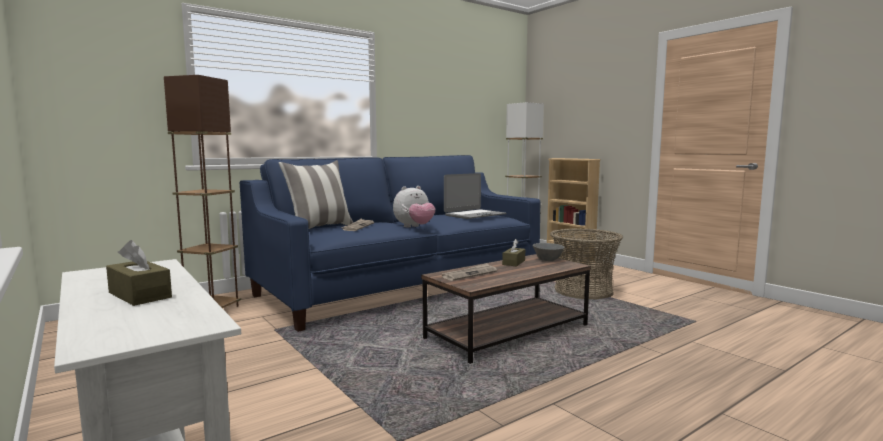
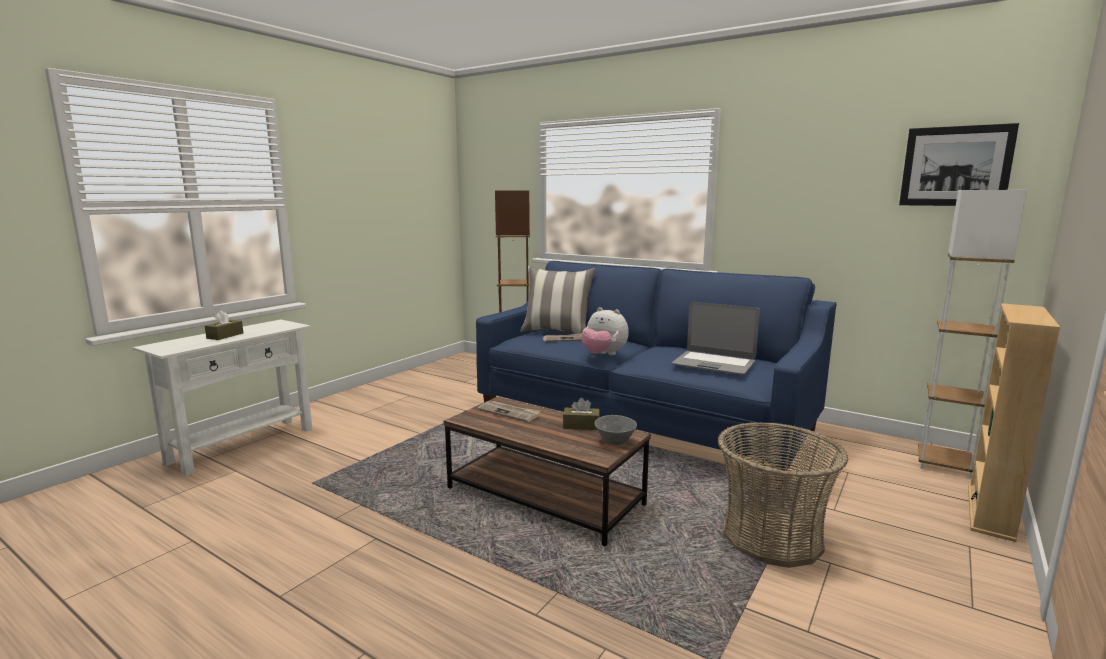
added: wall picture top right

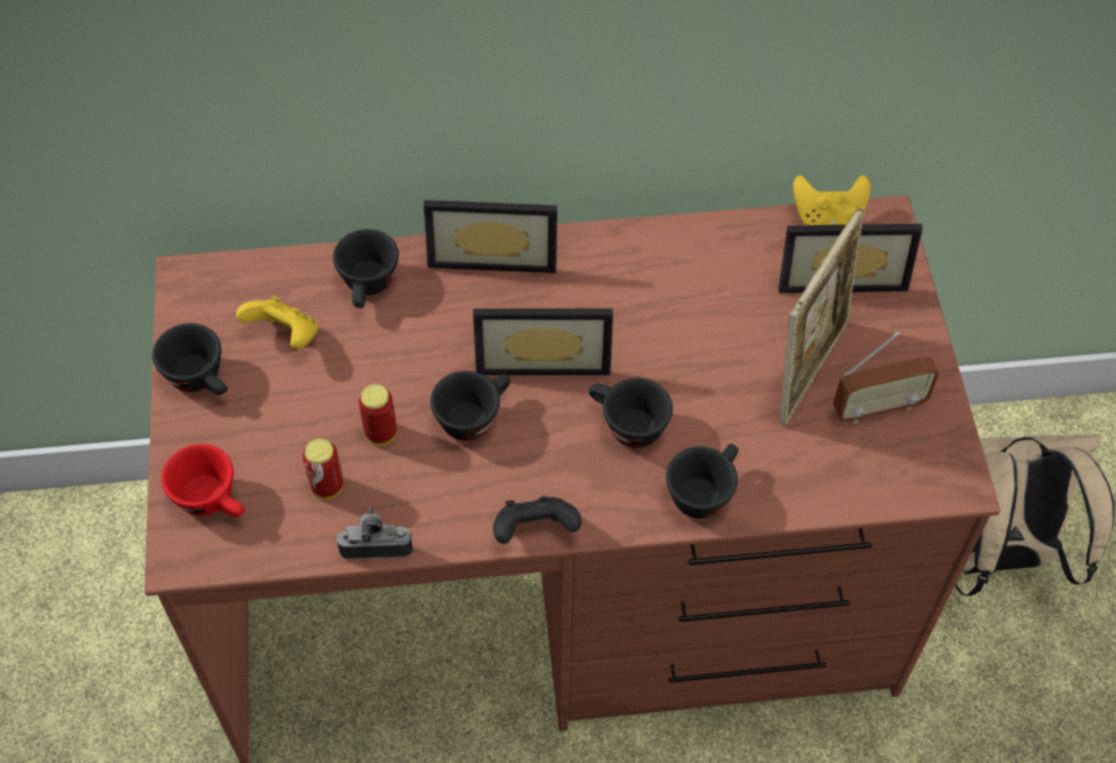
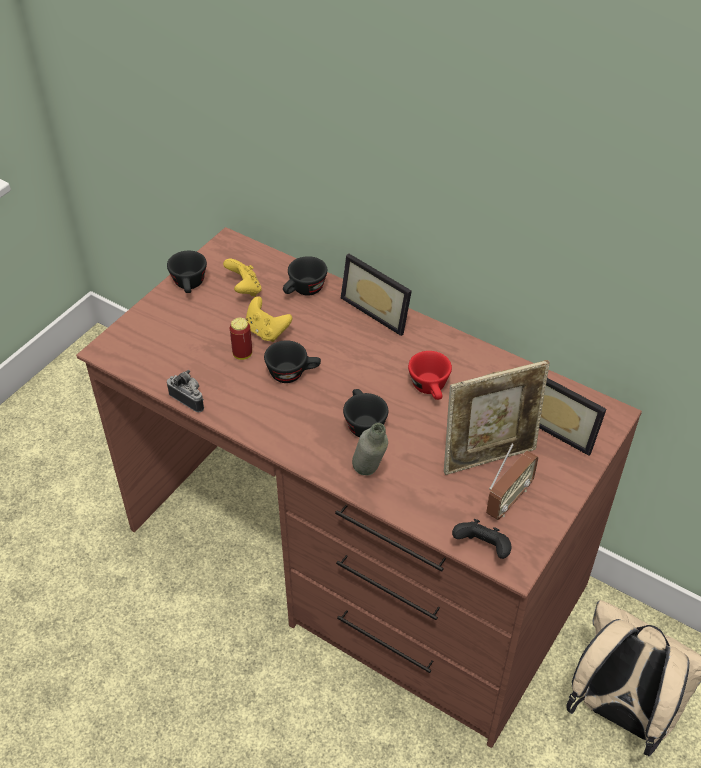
removed: can (1st from left) middle left; picture frame (2nd from left) centre
moved: yellow-coloured game controller (2nd from left) top right to centre; red-coloured small cup middle left to centre; blackish game controller bottom centre to bottom right
replaced: blackish small cup (5th from left) centre to greyish bottle centre
turned: radio middle right = middle right 75 degrees counterclockwise

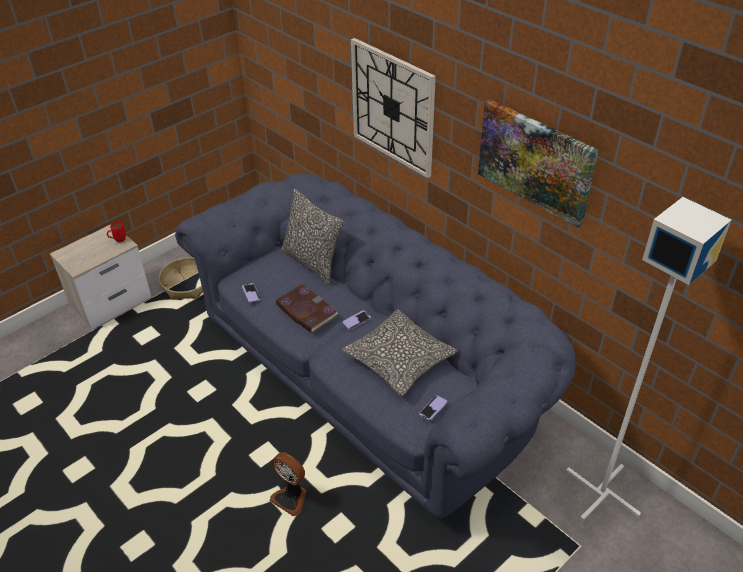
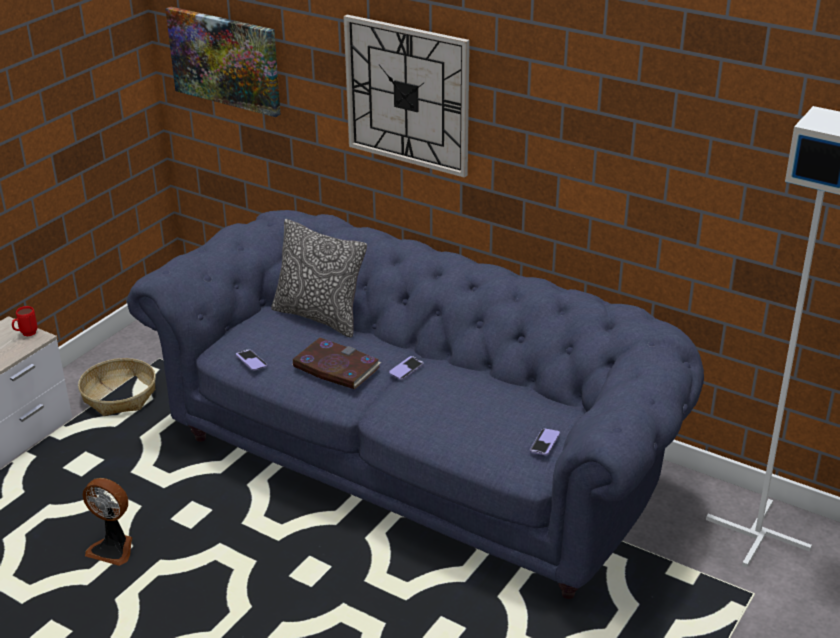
removed: throw pillow (2nd from left) centre
moved: cooling fan bottom centre to bottom left; wall picture top right to top left

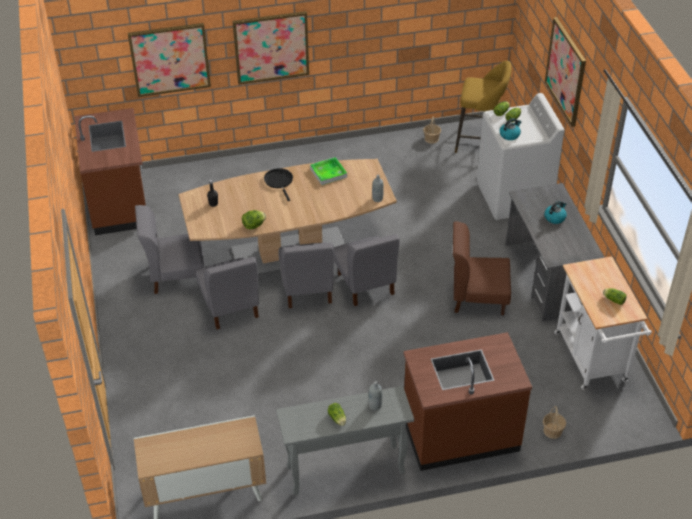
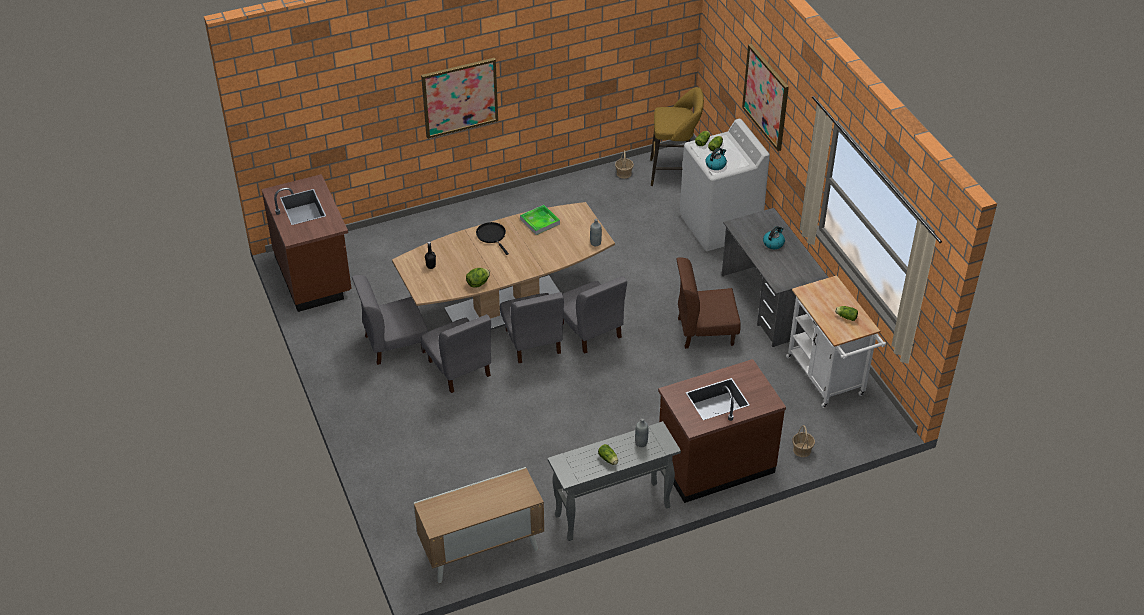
removed: wall picture (1st from left) top left

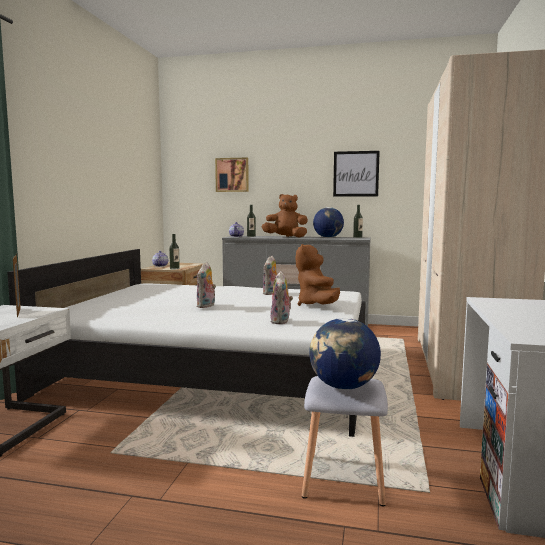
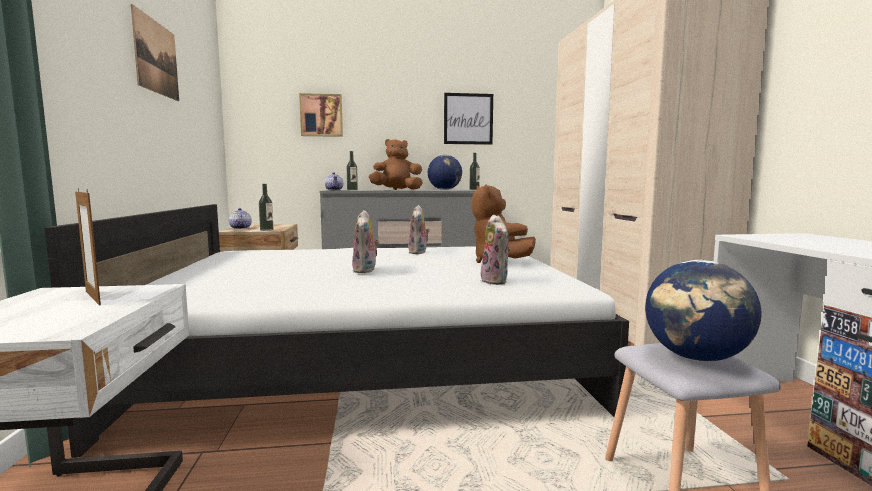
added: wall picture (1st from left) top left

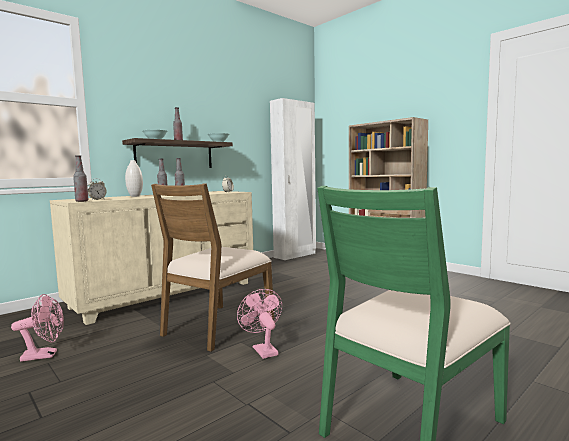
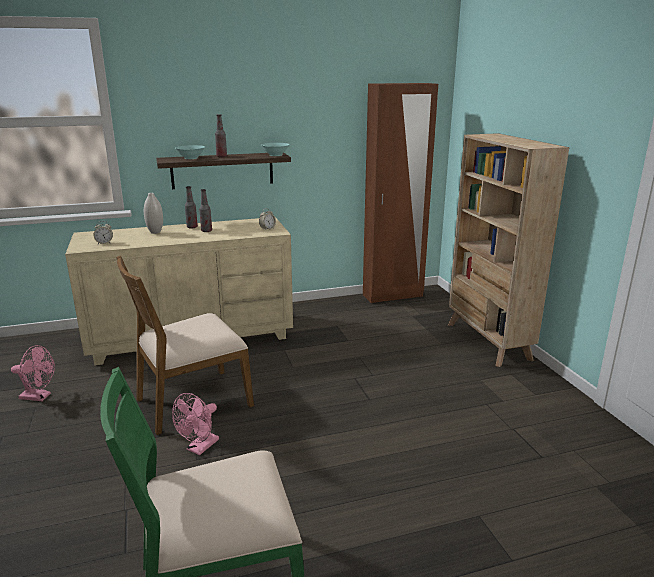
removed: bottle (1st from left) middle left
recoloured: white-coloured armoire centre to brownish armoire centre
turned: pink-coloured cooling fan (2nd from left) bottom centre = bottom left 150 degrees counterclockwise

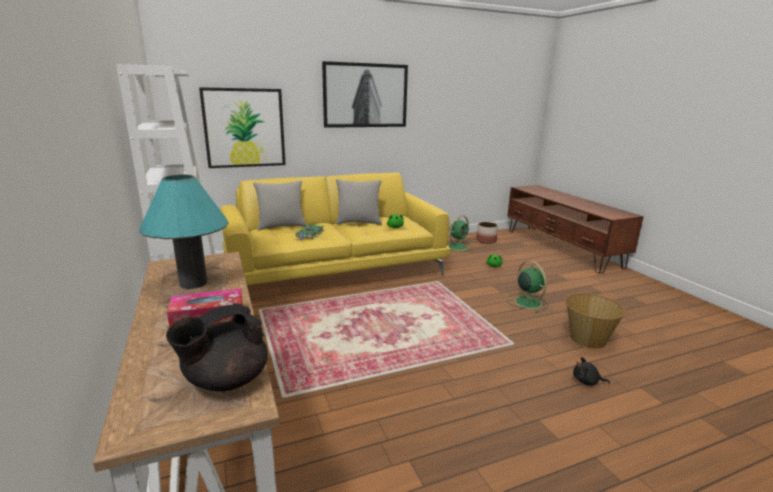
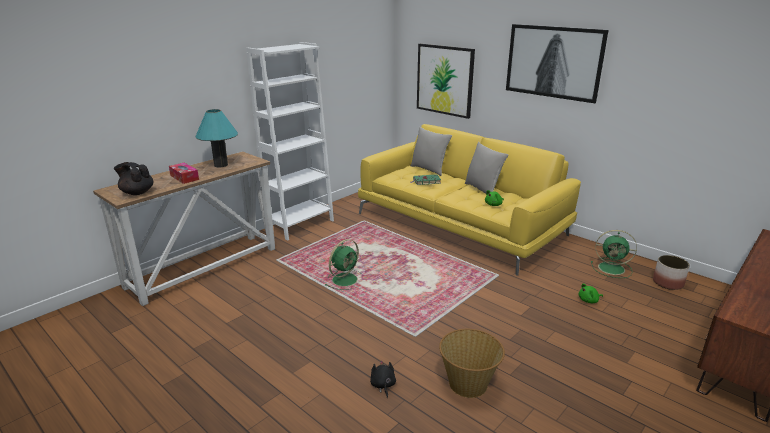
moved: green-coloured cooling fan (2nd from left in the first image) middle right to green-coloured cooling fan (1st from left) centre

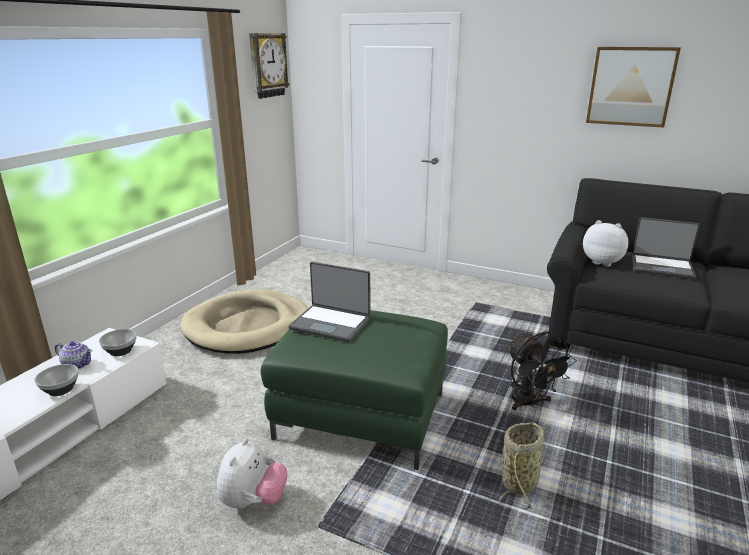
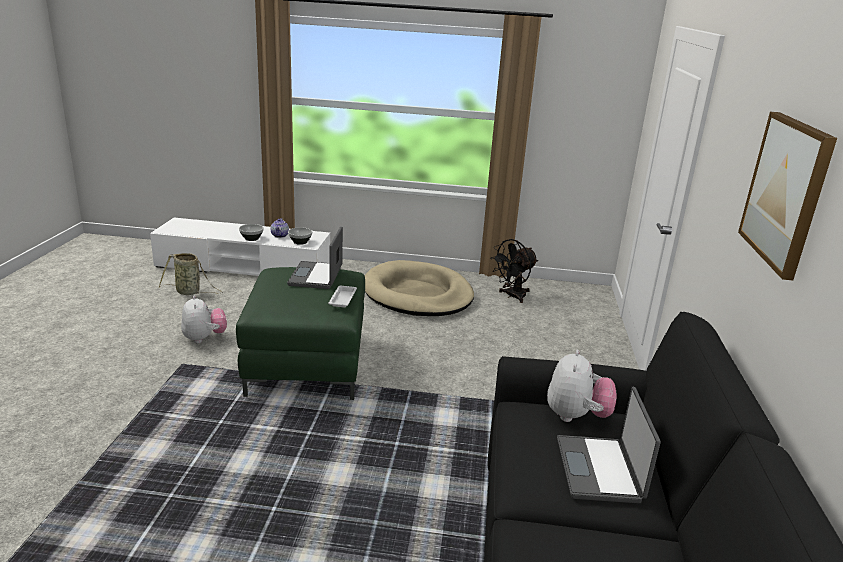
removed: clock on the wall top centre
added: white-coloured tray centre
moved: household basket bottom right to middle left; blackish cooling fan bottom right to centre
turned: soft toy (1st from left) bottom centre = middle left 105 degrees counterclockwise

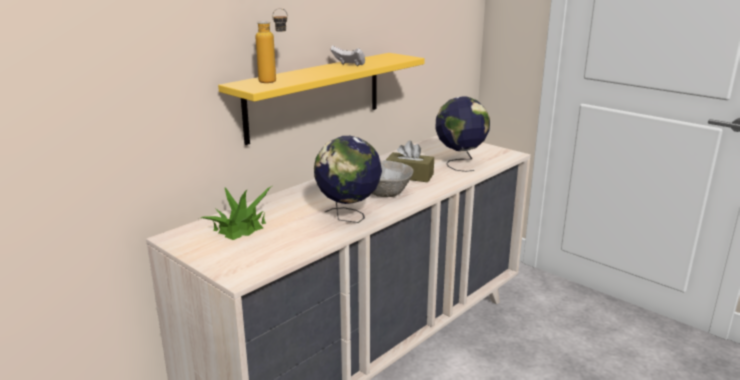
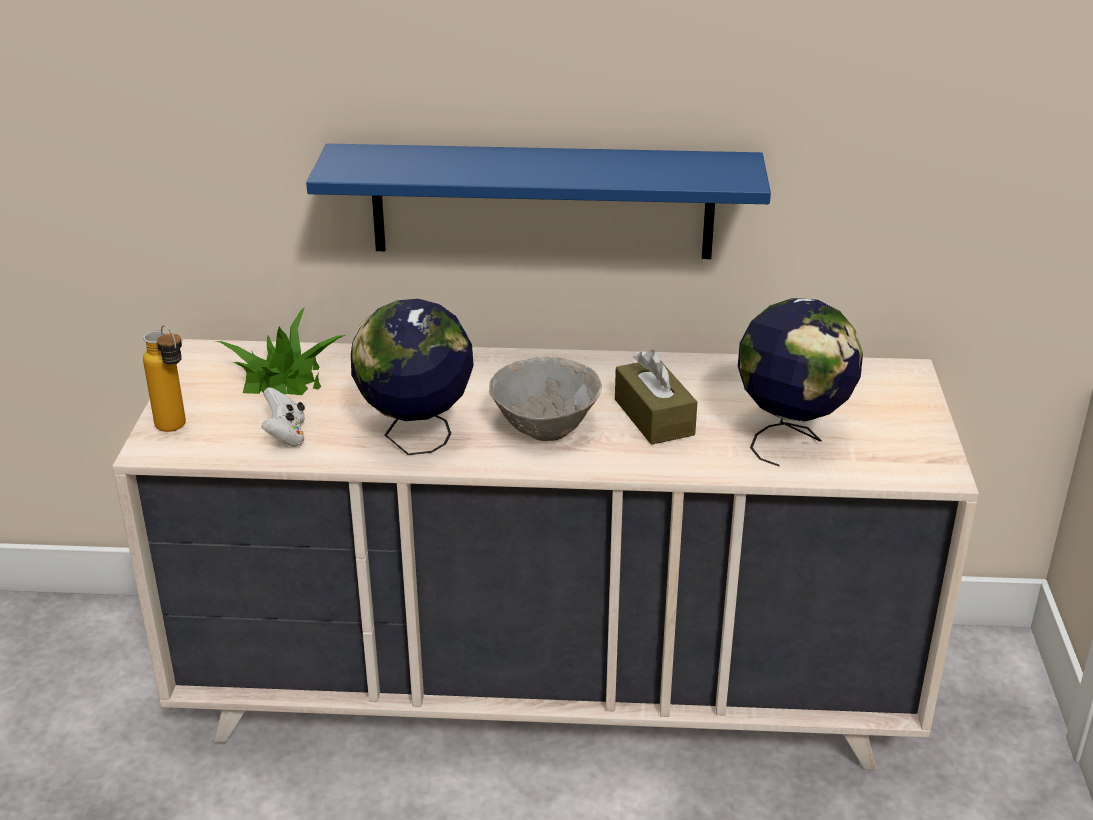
moved: bottle top centre to middle left; white-coloured game controller top centre to middle left
recoloured: yellow-coloured wall shelf top centre to blue-coloured wall shelf top centre

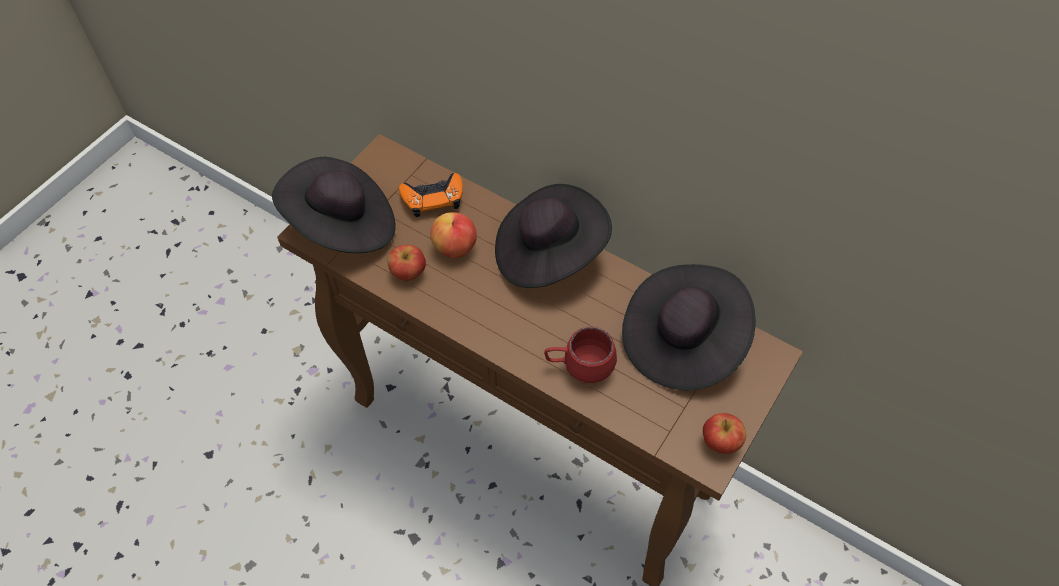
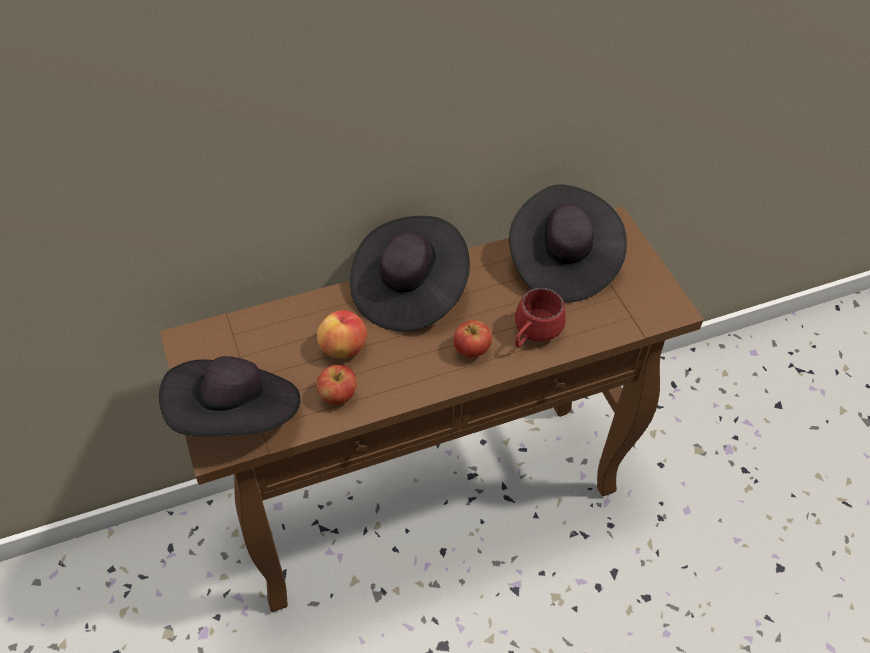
removed: orange-coloured game controller top centre
moved: whole apple (3rd from left) bottom right to centre

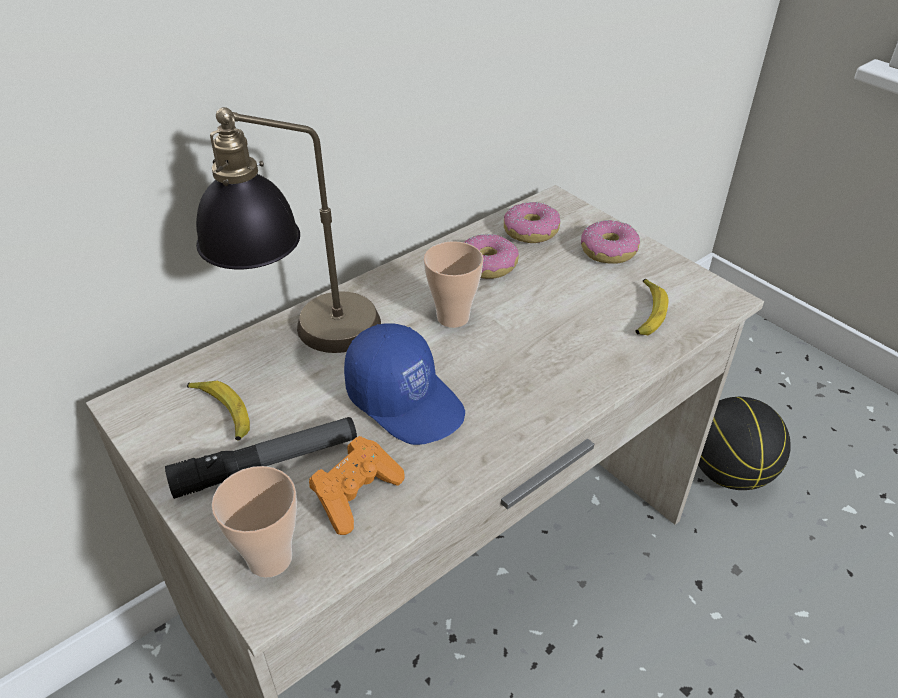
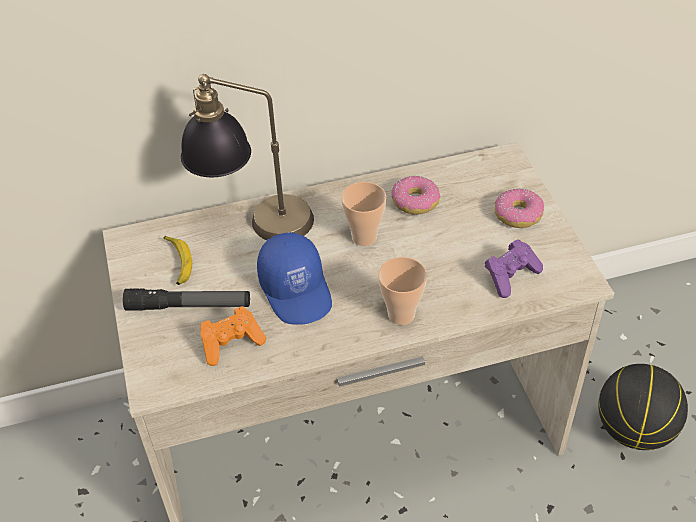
removed: ring doughnut (2nd from left) top centre
moved: small cup (1st from left in the first image) bottom left to small cup (2nd from left) centre
replaced: whole banana (2nd from left) middle right to purple game controller middle right

